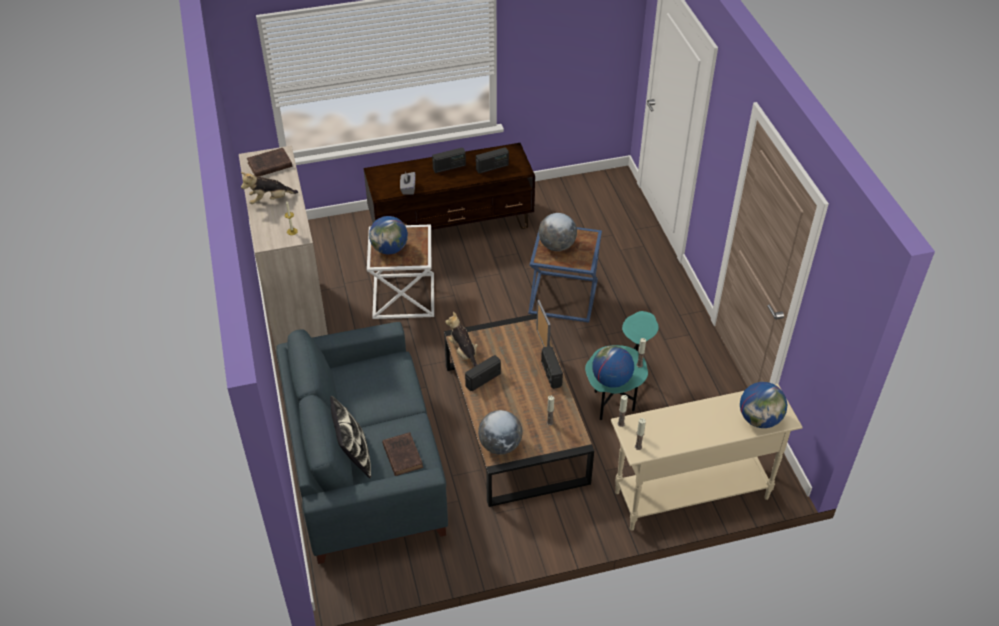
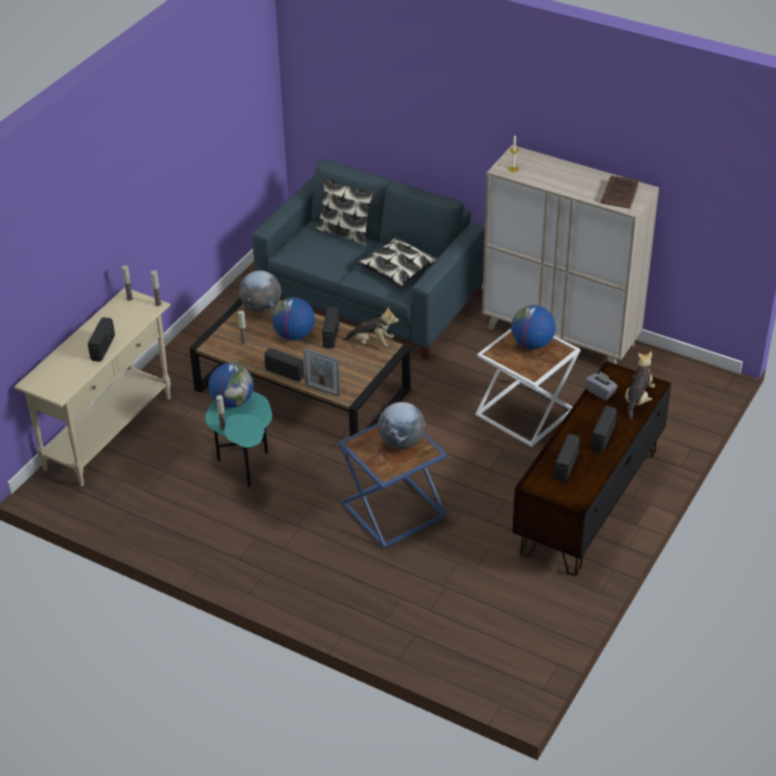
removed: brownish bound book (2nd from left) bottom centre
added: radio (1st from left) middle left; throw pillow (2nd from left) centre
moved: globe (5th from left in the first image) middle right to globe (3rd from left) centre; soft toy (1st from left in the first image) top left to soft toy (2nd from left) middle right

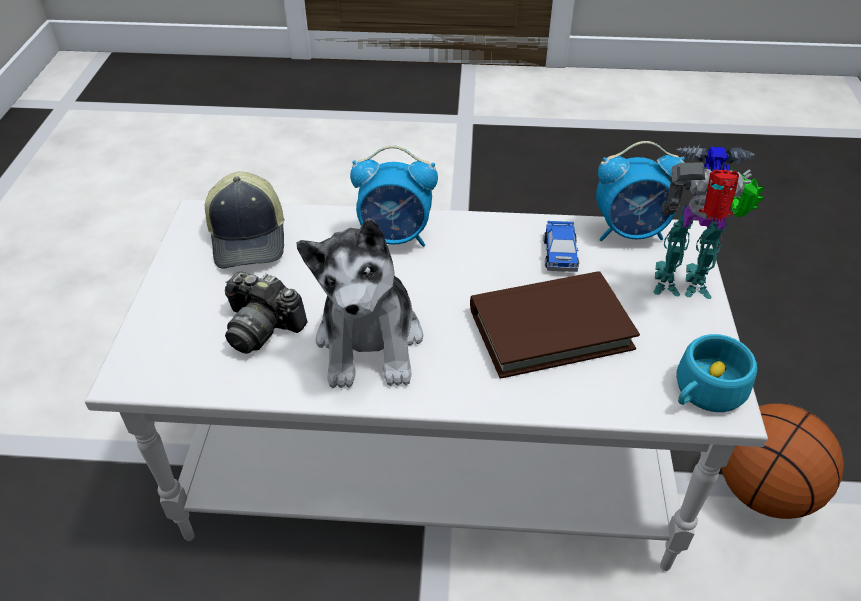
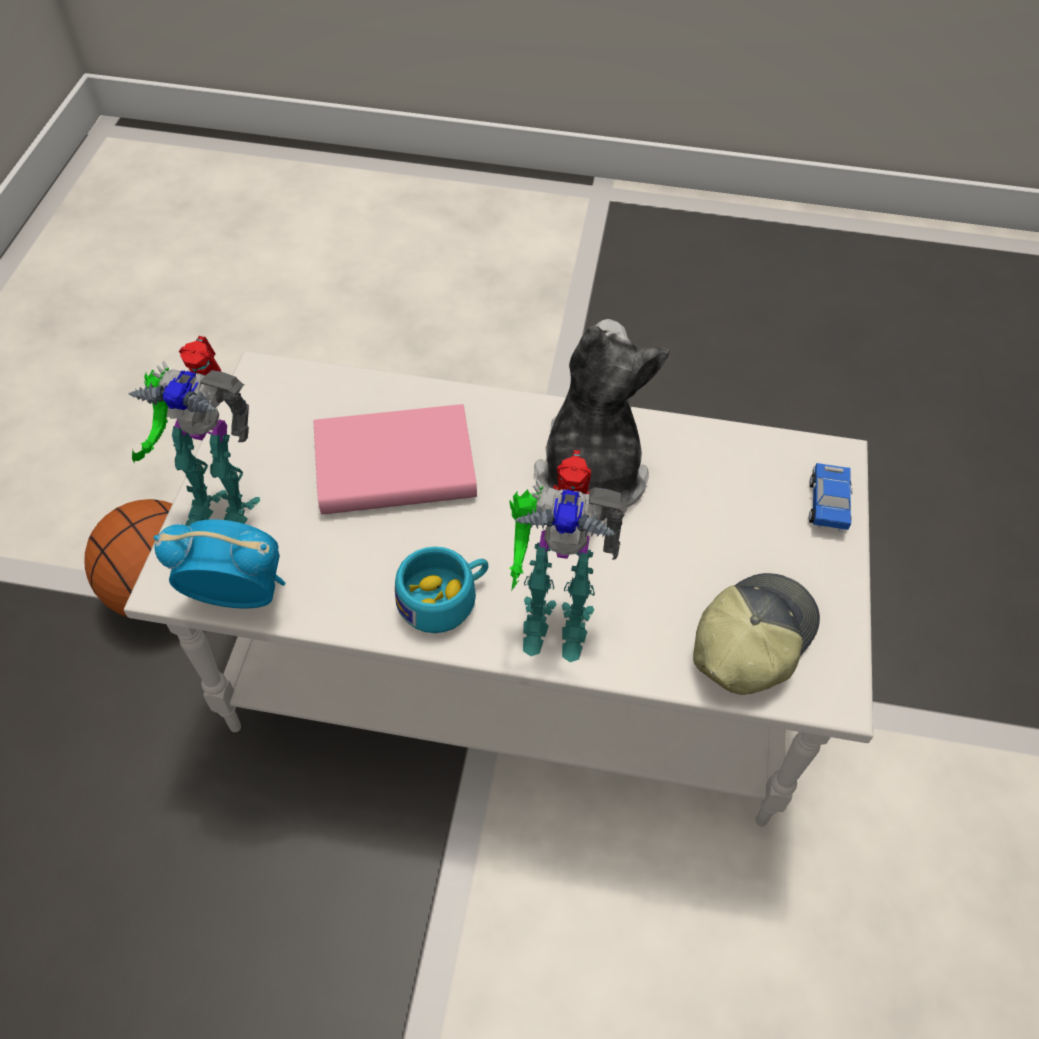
removed: still camera middle left
moved: turquoise-coloured small cup middle right to centre; miniature car centre to middle right
replaced: bedside clock (1st from left) top centre to toy robot (2nd from left) centre
recoloured: brownish bound book centre to pink-coloured bound book centre
turned: peaked cap middle left = middle right 45 degrees clockwise

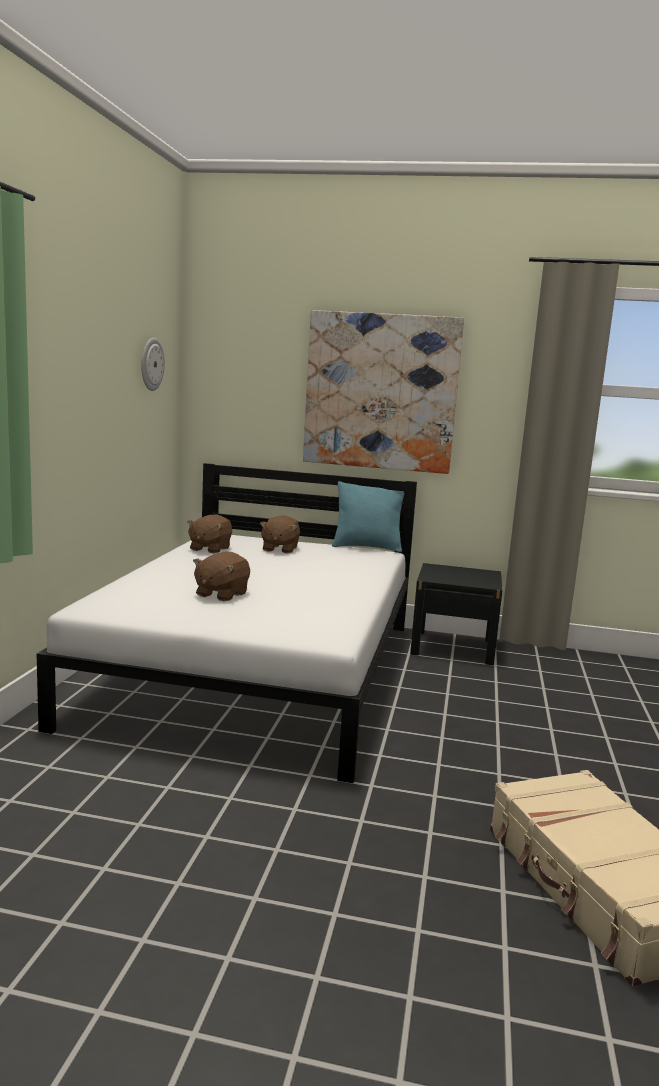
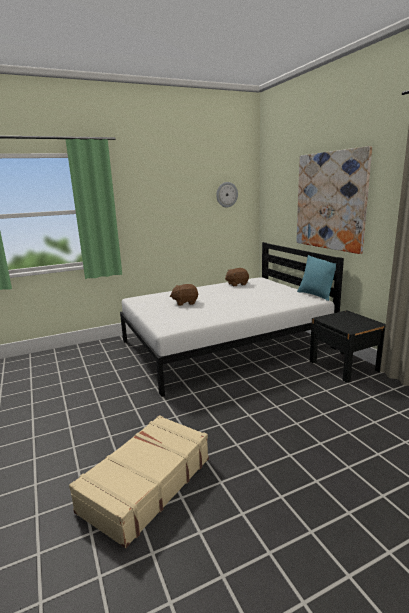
removed: brownish soft toy (3rd from left) centre

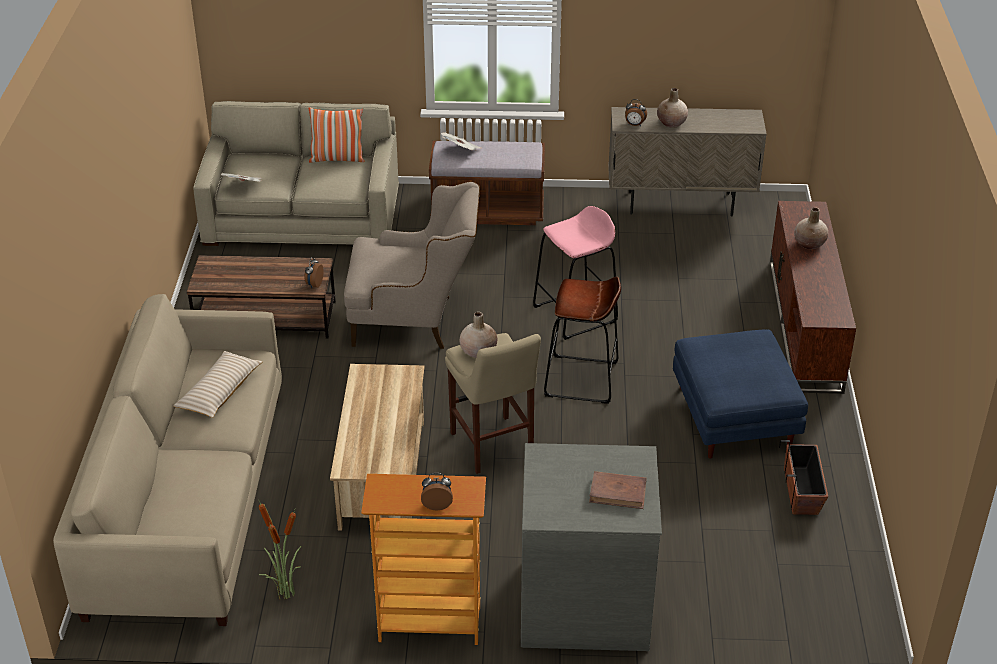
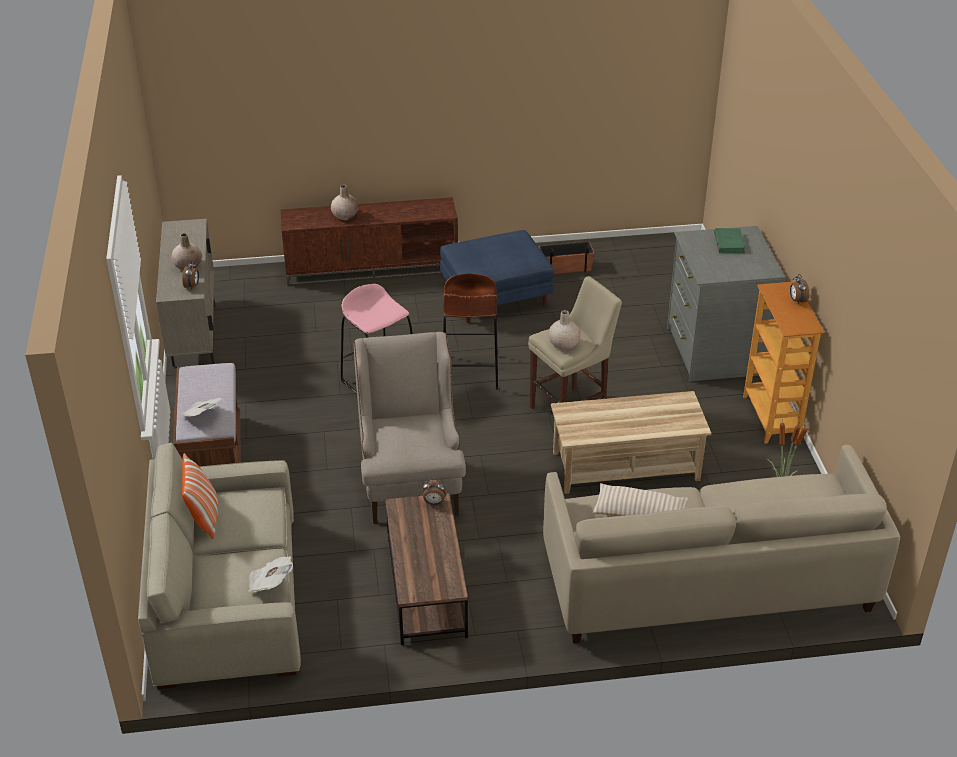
recoloured: brownish bound book bottom centre to green-coloured bound book top right

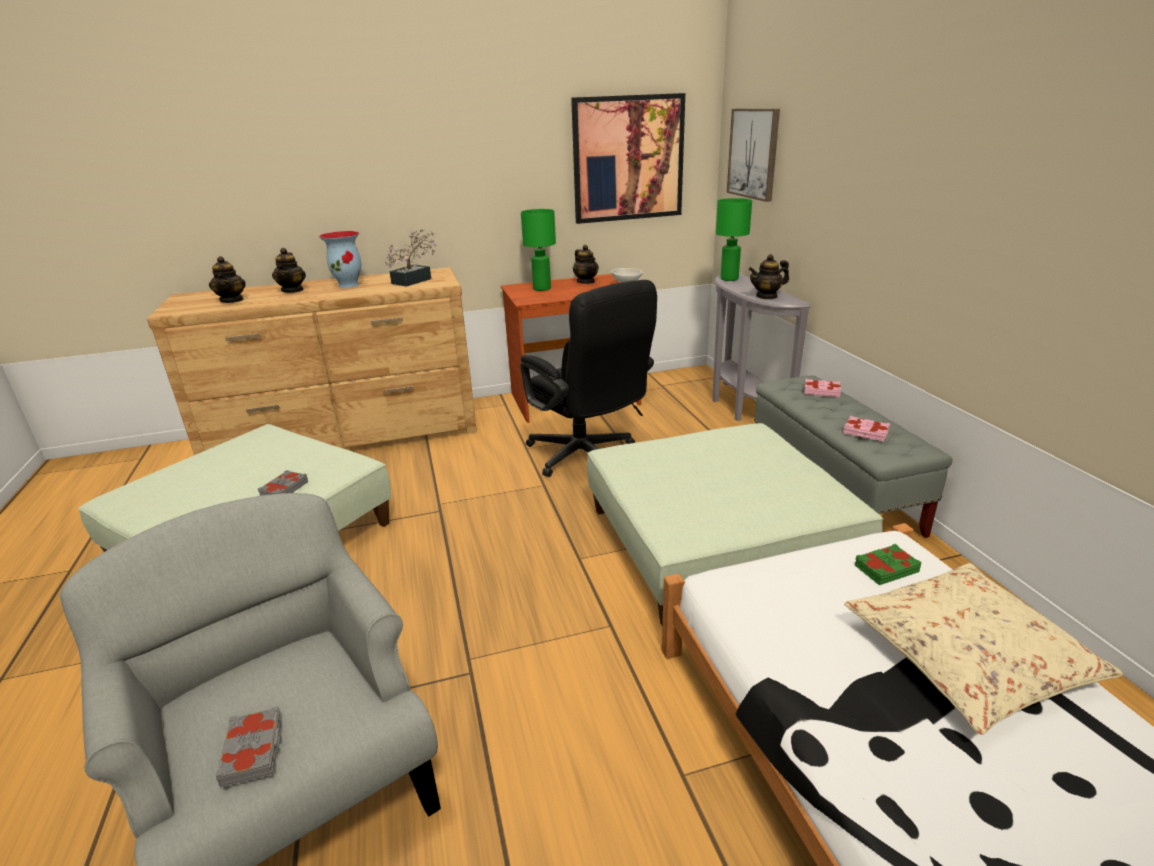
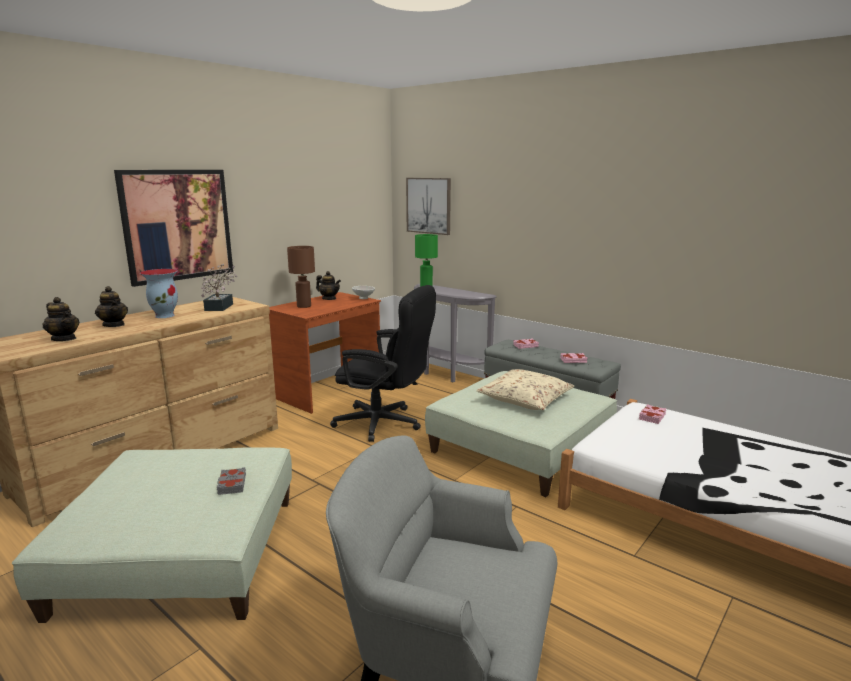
removed: greyish bound book (1st from left) bottom left; teapot (4th from left) top centre
moved: wall picture (1st from left) top centre to middle left; sand-coloured throw pillow bottom right to centre
recoloured: green-coloured table lamp (1st from left) top centre to brownish table lamp centre; green-coloured bound book middle right to pink-coloured bound book (3rd from left) middle right

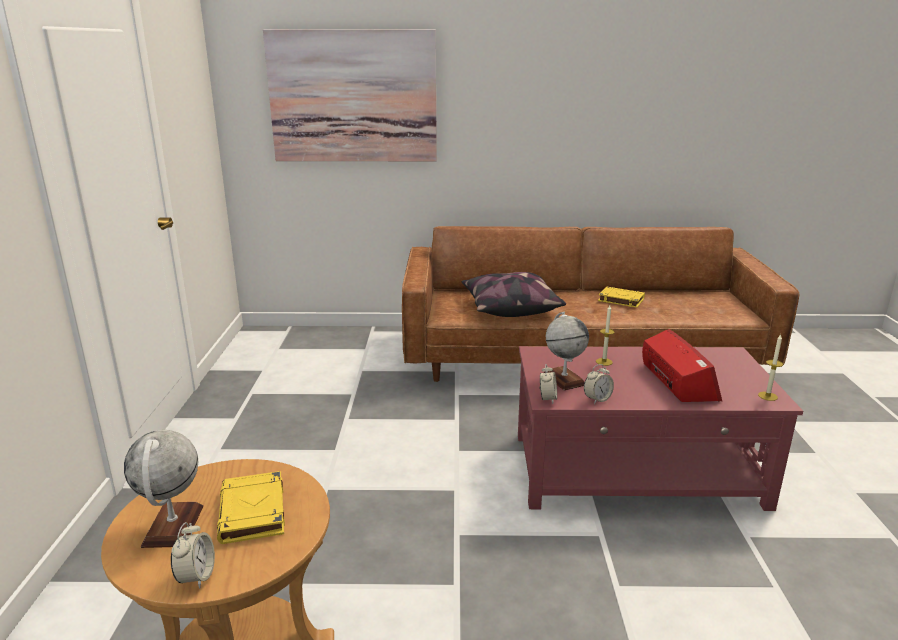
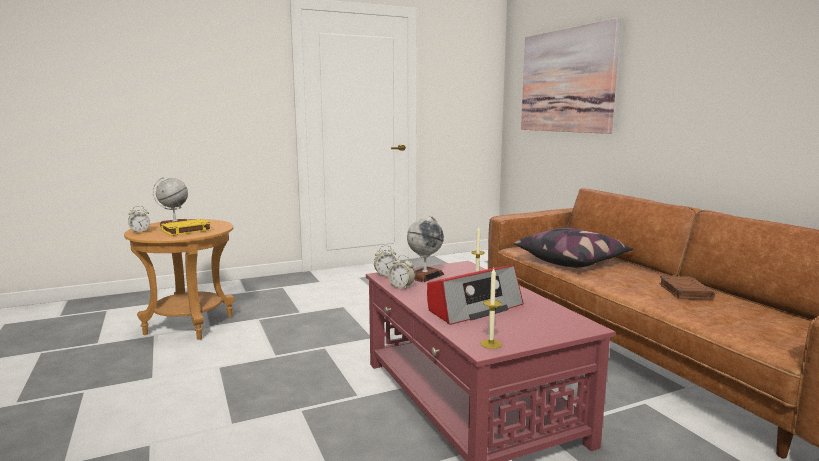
recoloured: yellow-coloured bound book (2nd from left) middle right to brownish bound book middle right

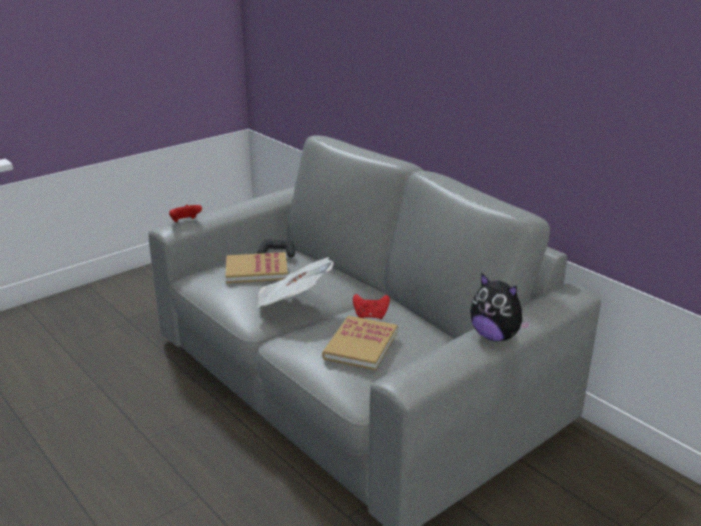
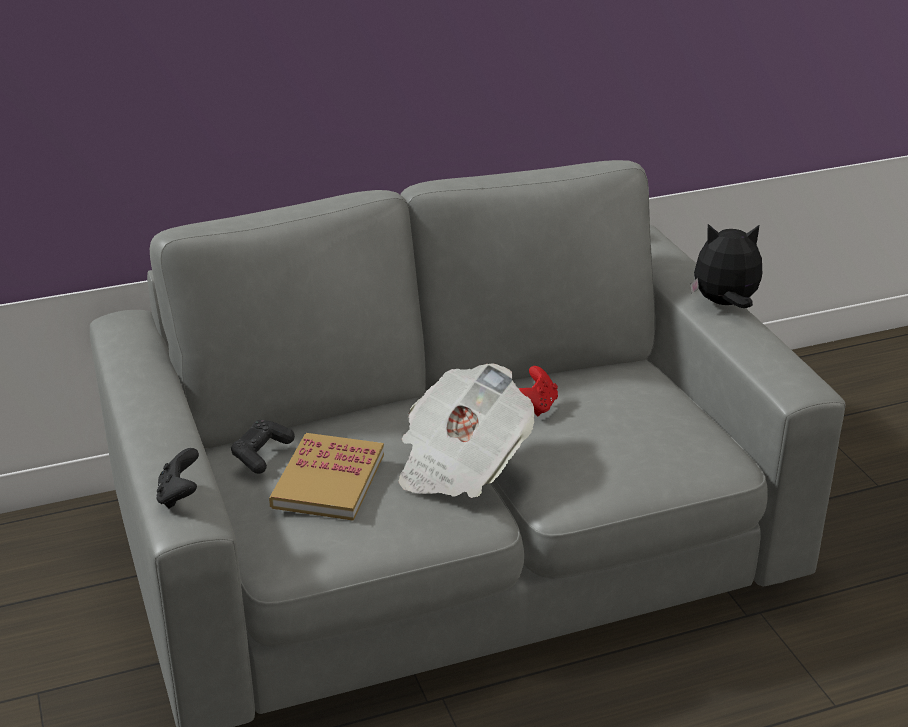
removed: bound book (2nd from left) centre
recoloured: red-coloured game controller (1st from left) middle left to blackish game controller (1st from left) middle left
turned: soft toy middle right = middle right 150 degrees counterclockwise

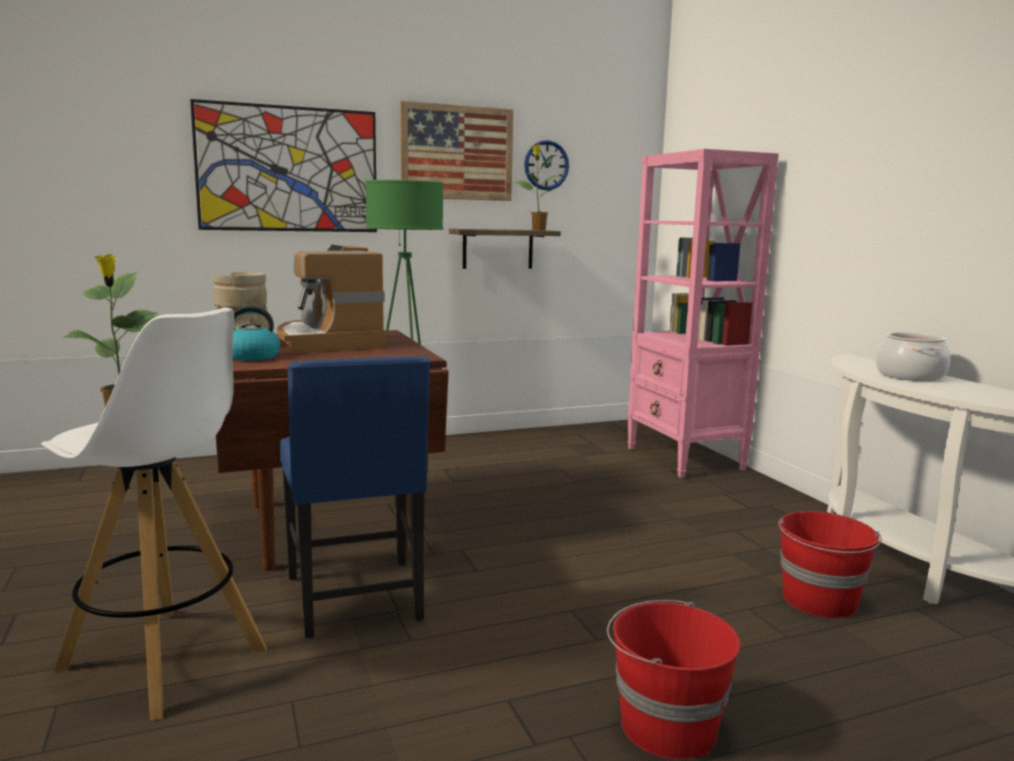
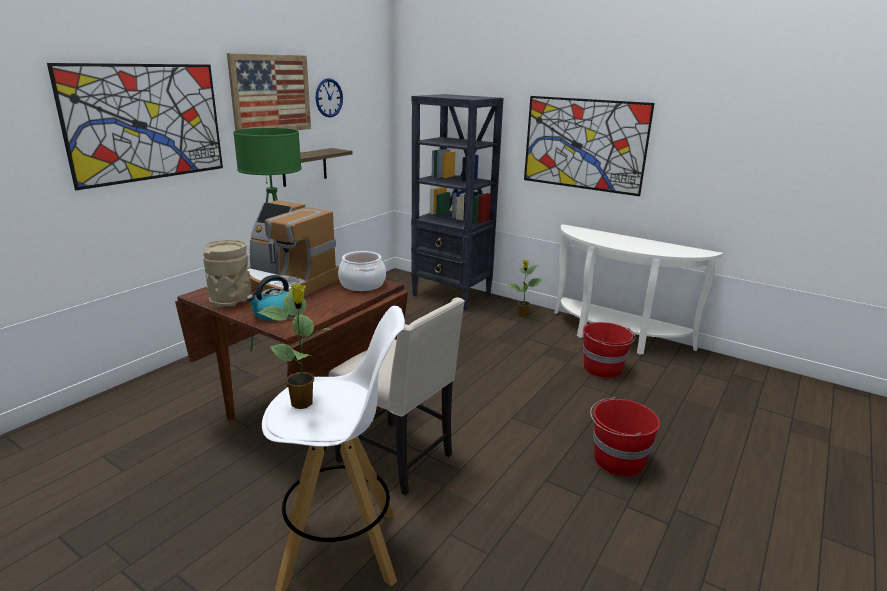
added: wall picture (3rd from left) top centre
moved: saucepot middle right to centre; plant in a pot (2nd from left) top centre to centre
recoloured: blue-coloured plain chair centre to sand-coloured plain chair bottom centre; pink-coloured shelving unit middle right to blackish shelving unit centre

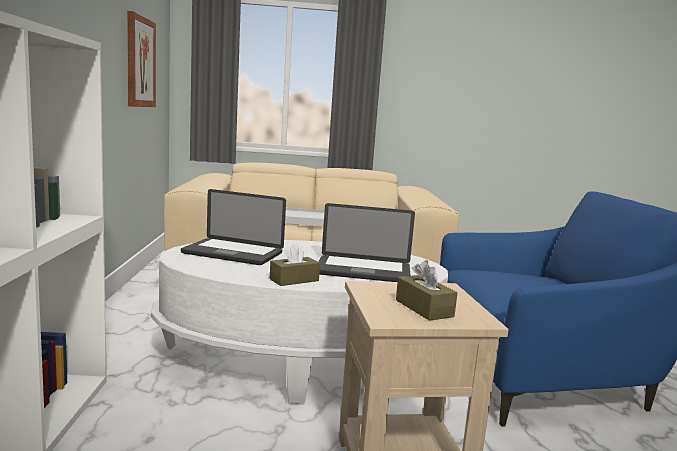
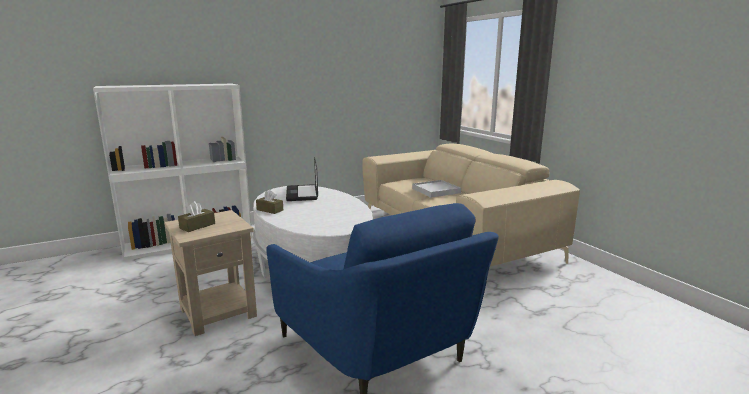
removed: wall picture top left; notebook computer (2nd from left) centre

